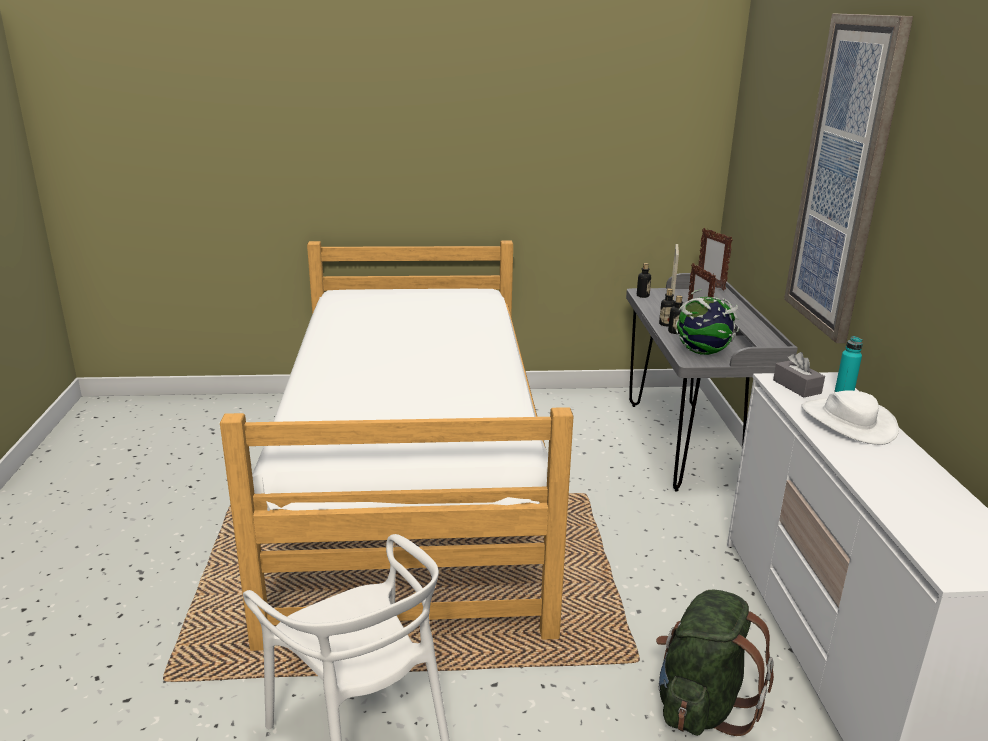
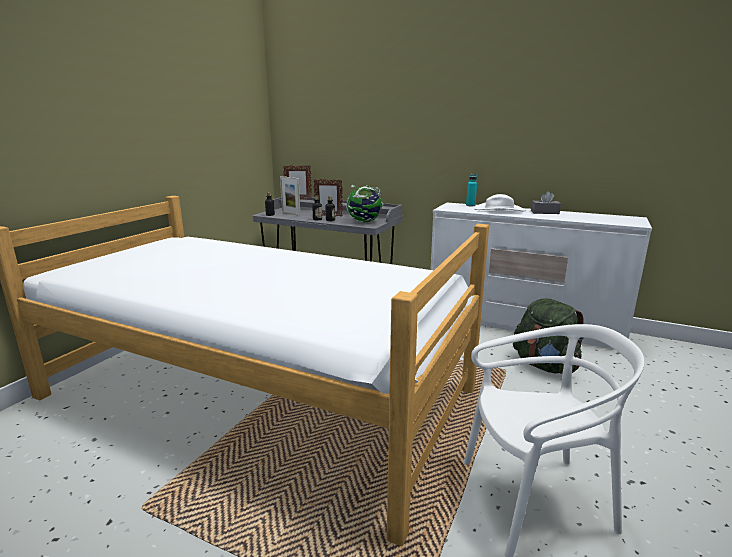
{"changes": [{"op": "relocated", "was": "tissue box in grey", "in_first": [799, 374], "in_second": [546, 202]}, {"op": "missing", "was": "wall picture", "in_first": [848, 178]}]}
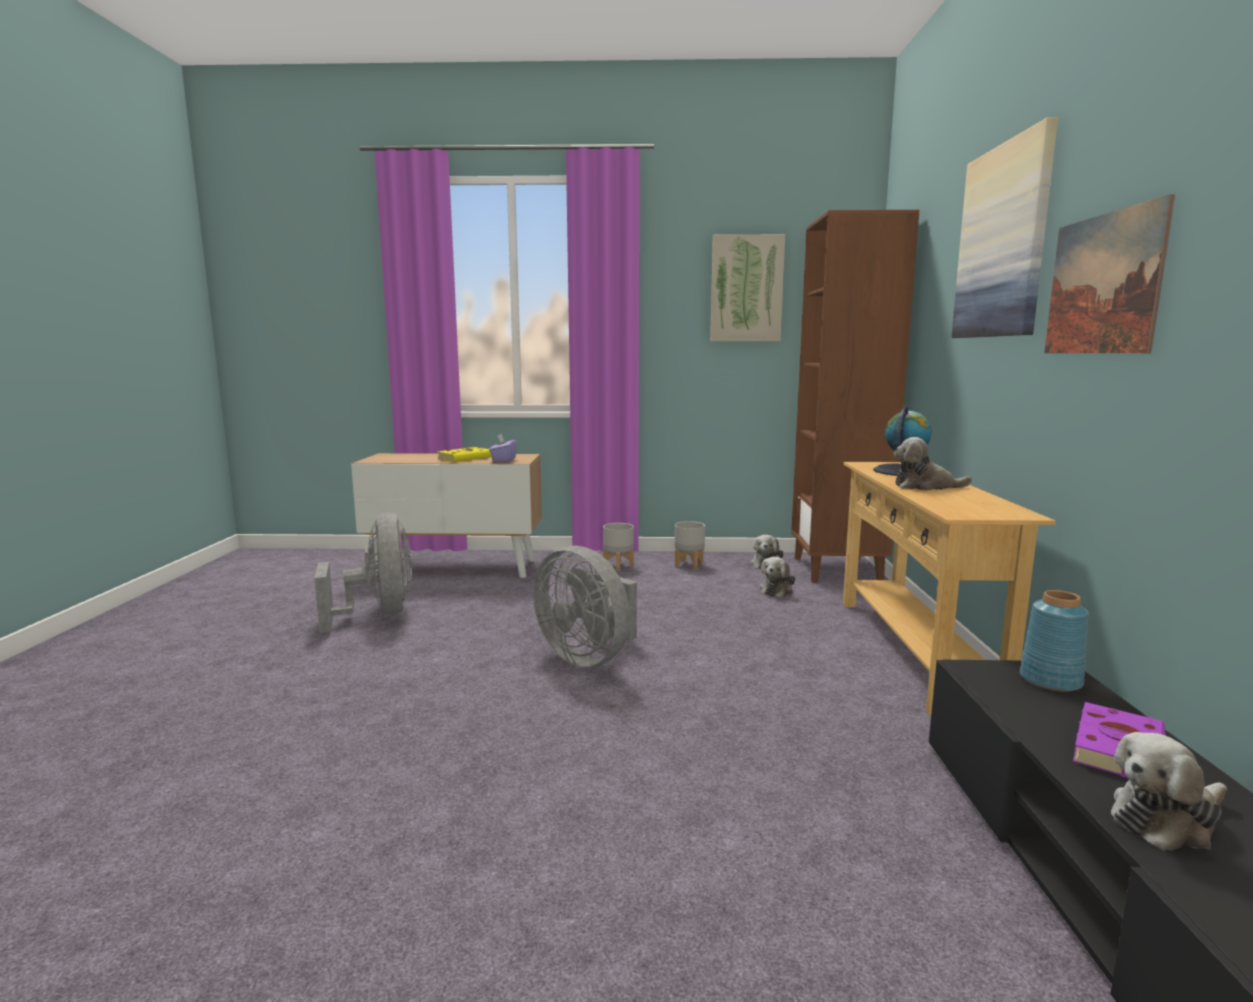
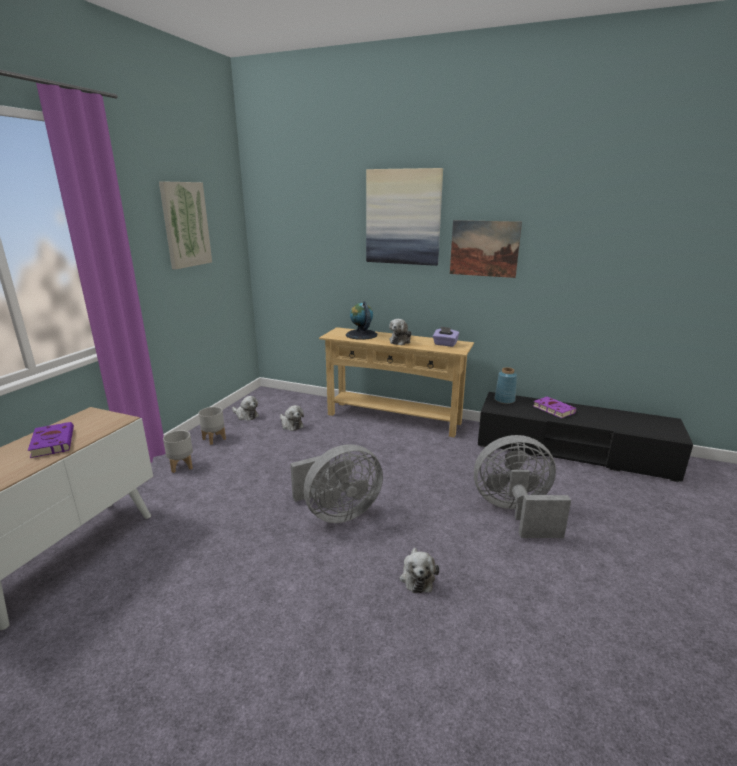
{"changes": [{"op": "relocated", "was": "cooling fan in grey", "in_first": [363, 573], "in_second": [522, 486]}, {"op": "colour", "was": "bound book in yellowish", "now": "bound book in purple", "in_first": [464, 454], "in_second": [51, 440]}, {"op": "relocated", "was": "tissue box in purple", "in_first": [503, 448], "in_second": [446, 337]}, {"op": "missing", "was": "shelving unit in brown", "in_first": [855, 396]}, {"op": "relocated", "was": "soft toy", "in_first": [1169, 791], "in_second": [419, 570]}]}
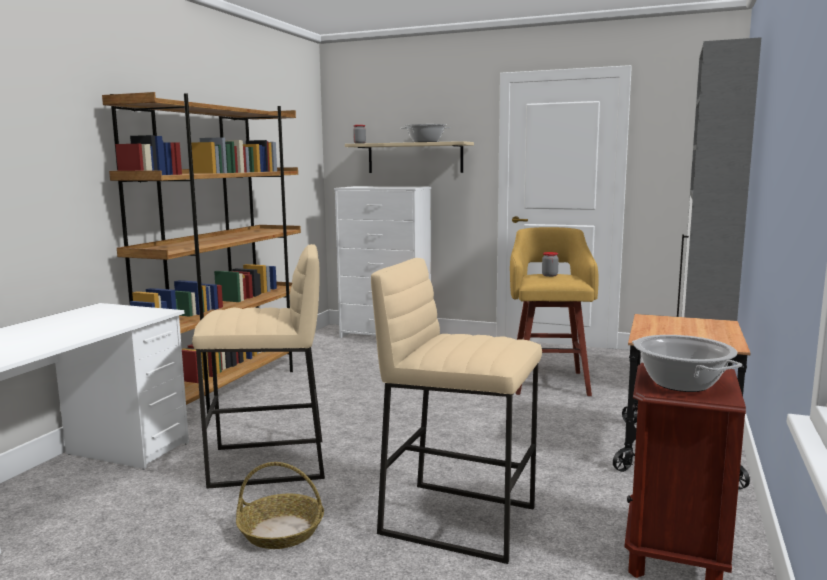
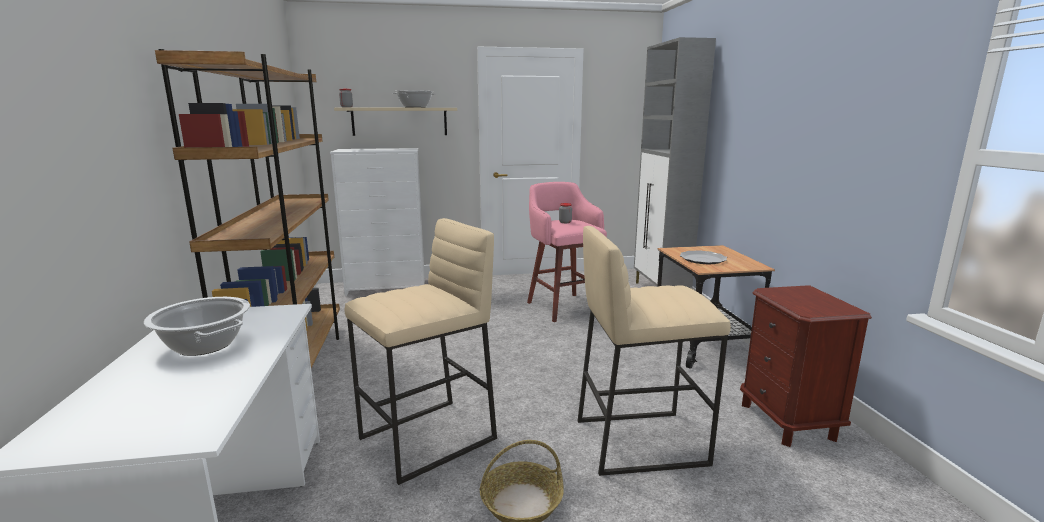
{"changes": [{"op": "colour", "was": "stool seat in yellowish", "now": "stool seat in pink-coloured", "in_first": [554, 311], "in_second": [567, 252]}, {"op": "relocated", "was": "saucepot", "in_first": [687, 363], "in_second": [197, 326]}, {"op": "appeared", "now": "flat dish", "in_second": [703, 257]}]}
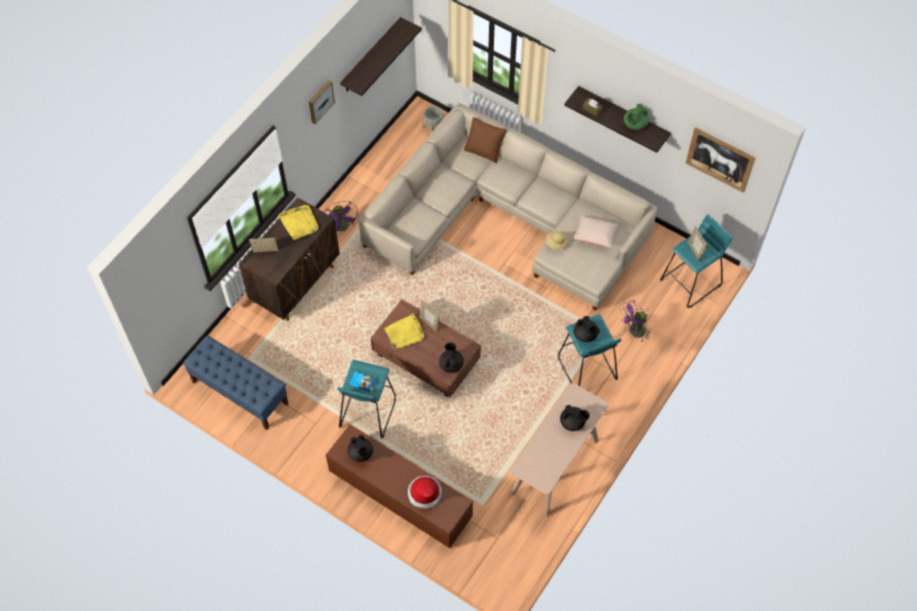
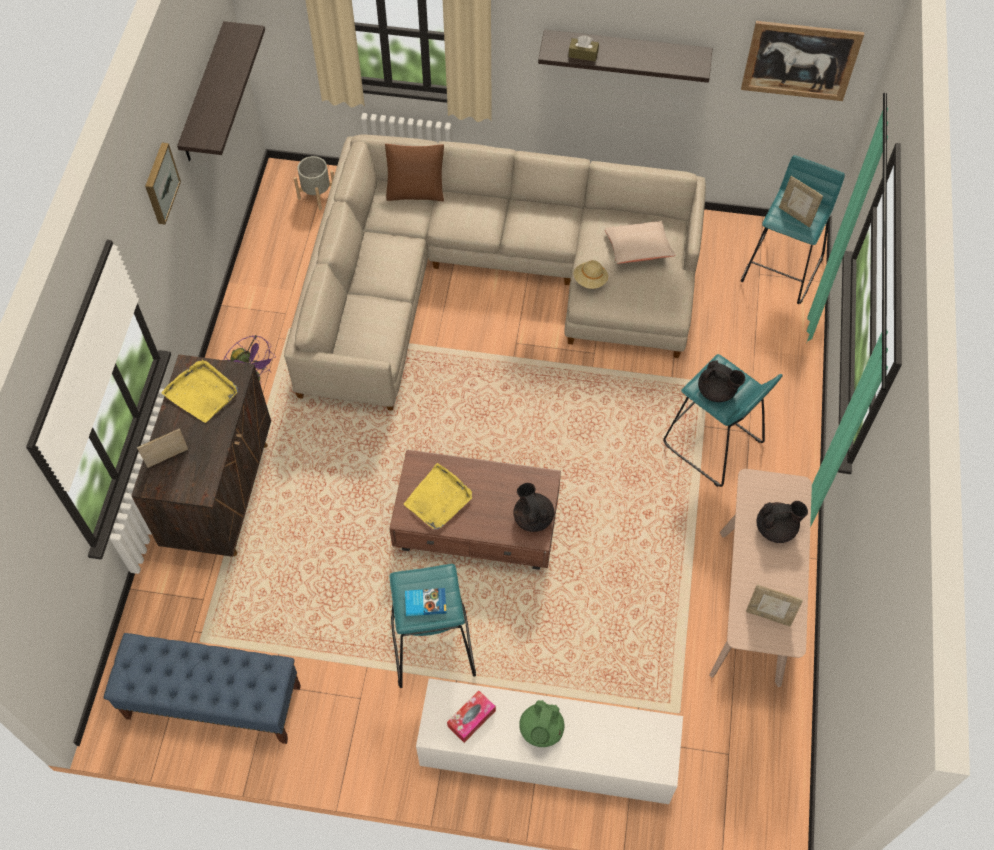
{"changes": [{"op": "colour", "was": "tv stand in brown", "now": "tv stand in white", "in_first": [399, 486], "in_second": [549, 741]}, {"op": "exchanged", "was": "tea pot in black", "now": "tissue box", "in_first": [360, 448], "in_second": [471, 717]}, {"op": "missing", "was": "wearable hat", "in_first": [425, 492]}, {"op": "relocated", "was": "picture frame", "in_first": [429, 316], "in_second": [774, 605]}, {"op": "missing", "was": "cooling fan in purple", "in_first": [636, 321]}, {"op": "relocated", "was": "tea pot in greenish", "in_first": [636, 117], "in_second": [541, 723]}]}
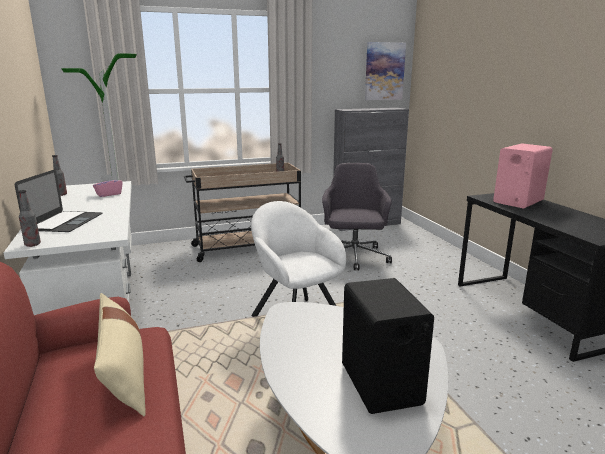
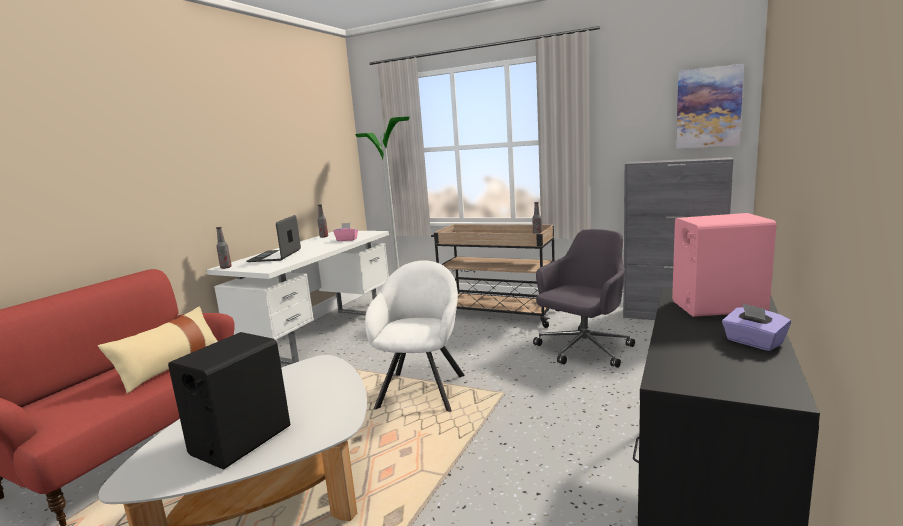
{"changes": [{"op": "spun", "was": "portable computer", "in_first": [58, 201], "in_second": [273, 238], "clockwise": 135}, {"op": "appeared", "now": "tissue box in purple", "in_second": [756, 327]}]}
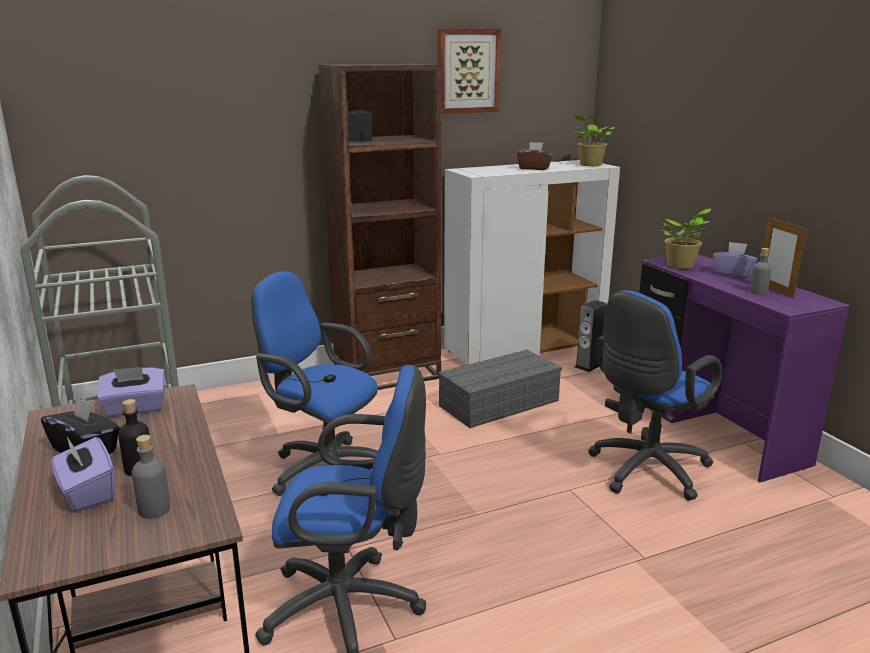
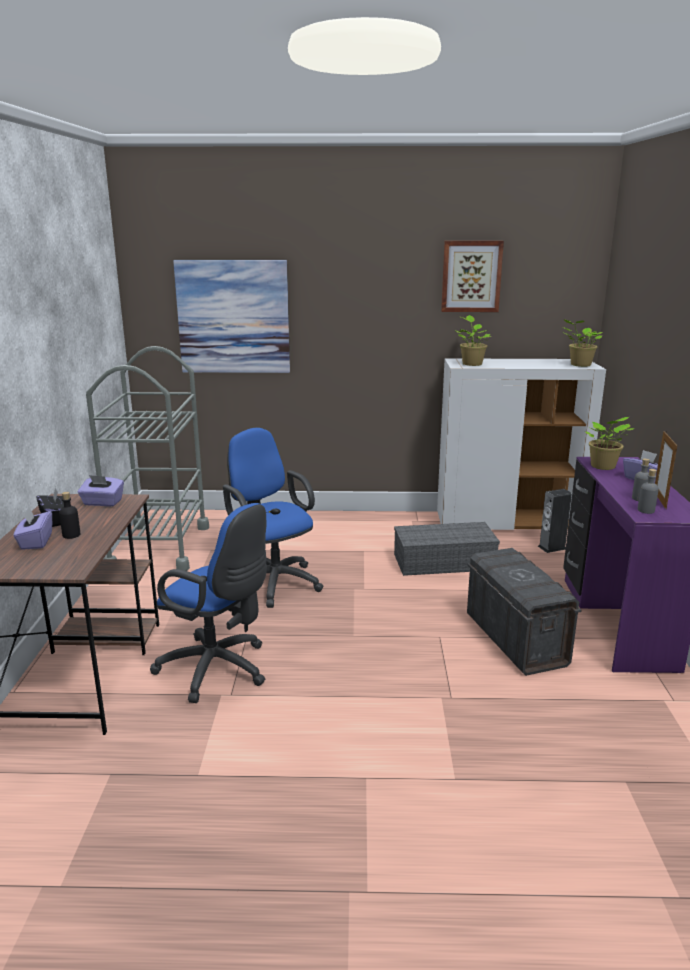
{"changes": [{"op": "relocated", "was": "bottle in grey", "in_first": [151, 477], "in_second": [648, 491]}, {"op": "missing", "was": "shelving unit in brown", "in_first": [380, 227]}, {"op": "missing", "was": "tissue box in brown", "in_first": [535, 156]}, {"op": "exchanged", "was": "office chair in bluish", "now": "storage box in grey", "in_first": [655, 395], "in_second": [524, 612]}, {"op": "appeared", "now": "wall picture", "in_second": [231, 316]}, {"op": "appeared", "now": "houseplant", "in_second": [472, 340]}]}
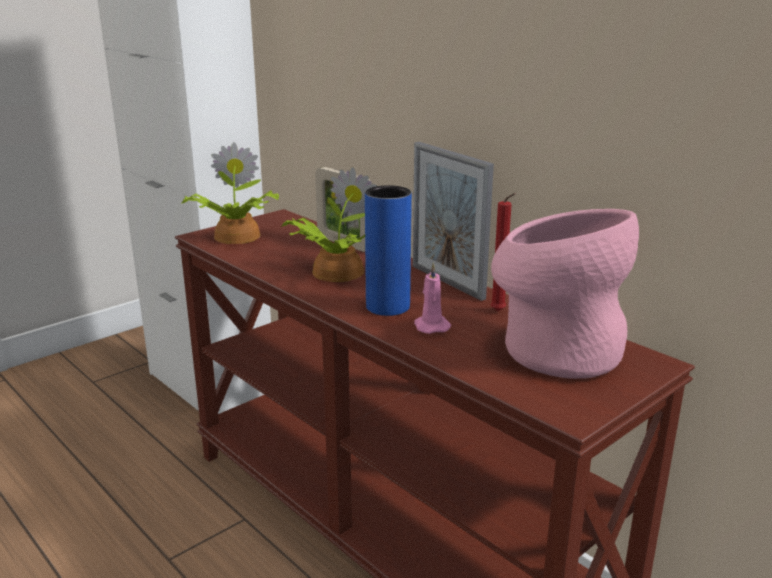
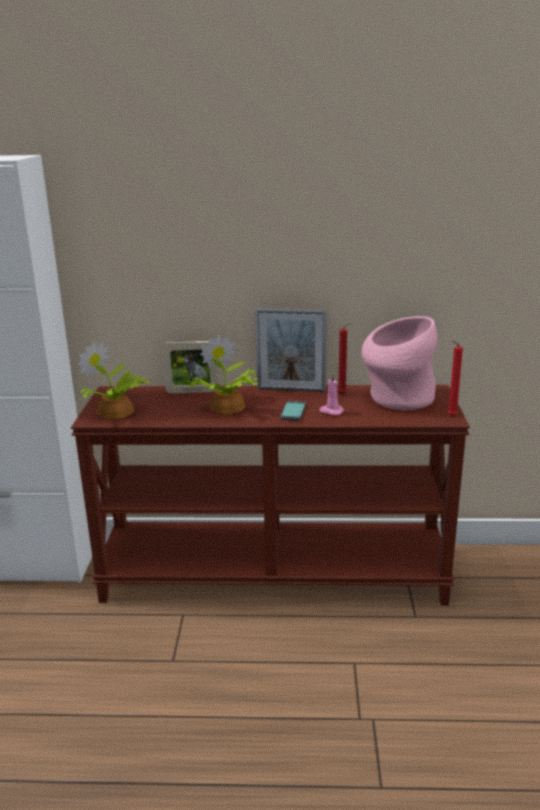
{"changes": [{"op": "exchanged", "was": "vase in bluish", "now": "telephone", "in_first": [388, 250], "in_second": [293, 411]}, {"op": "appeared", "now": "candle in red", "in_second": [455, 378]}]}
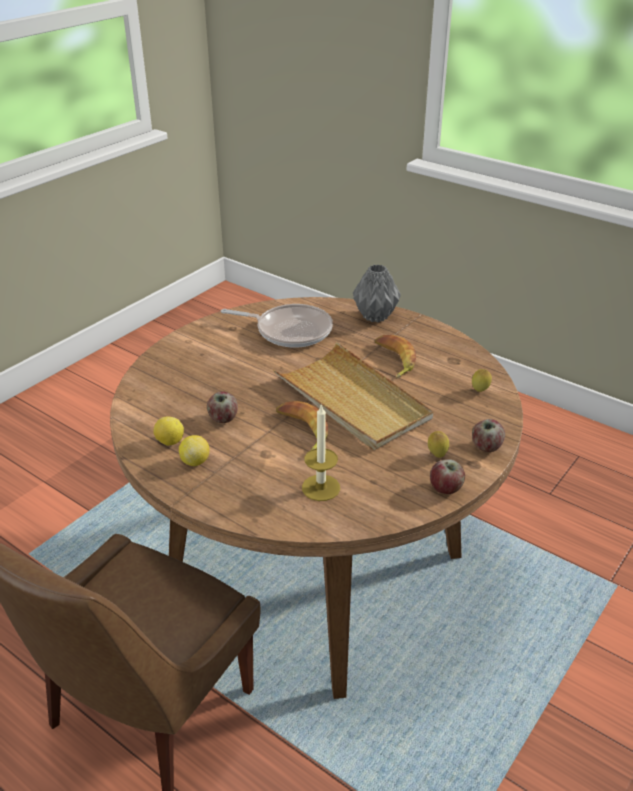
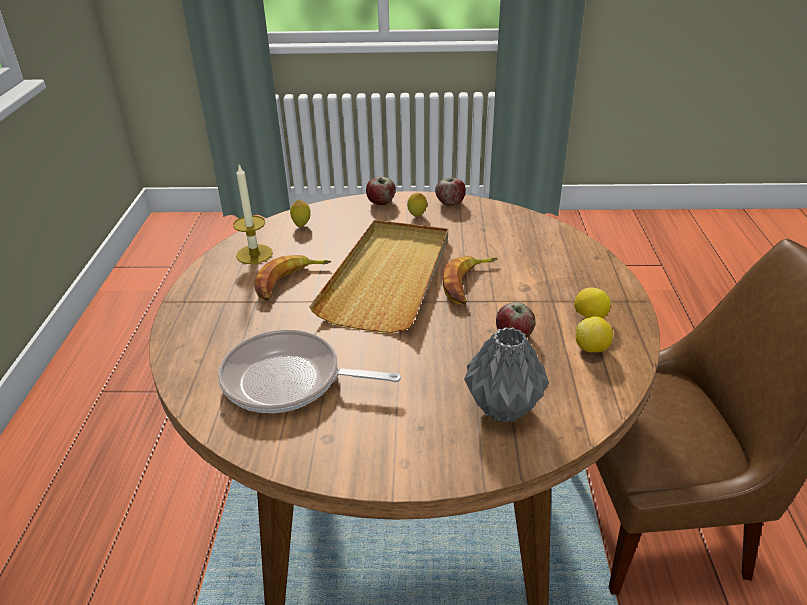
{"changes": [{"op": "spun", "was": "pan", "in_first": [277, 326], "in_second": [309, 371], "clockwise": -60}, {"op": "relocated", "was": "candle", "in_first": [321, 452], "in_second": [253, 214]}, {"op": "relocated", "was": "vase in grey", "in_first": [377, 293], "in_second": [506, 375]}]}
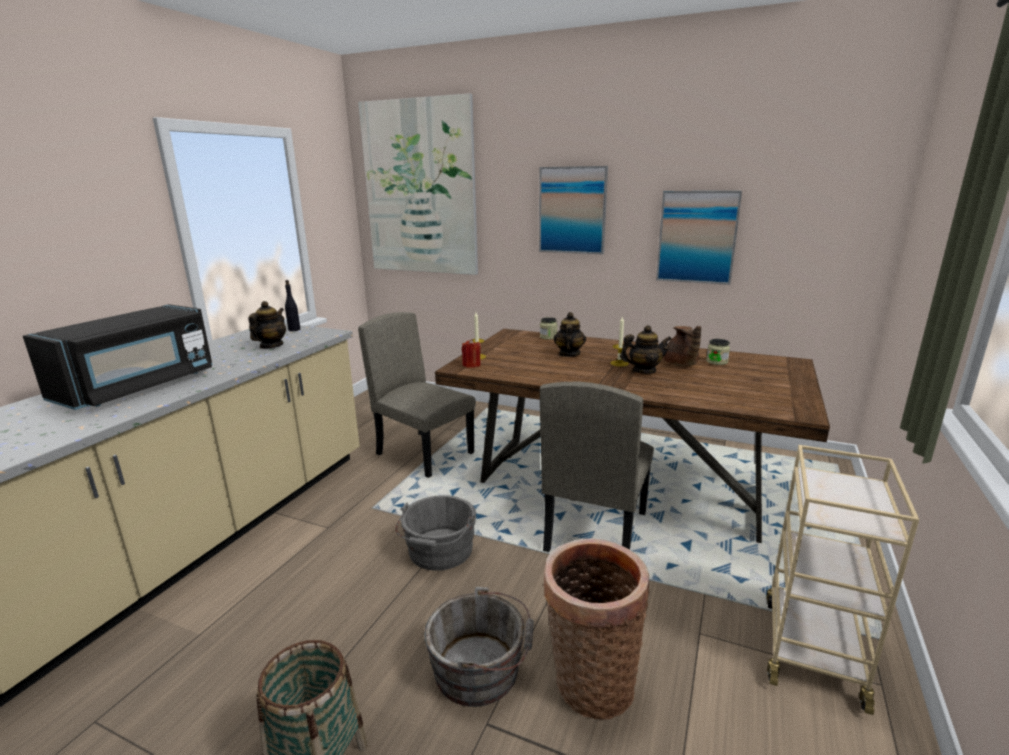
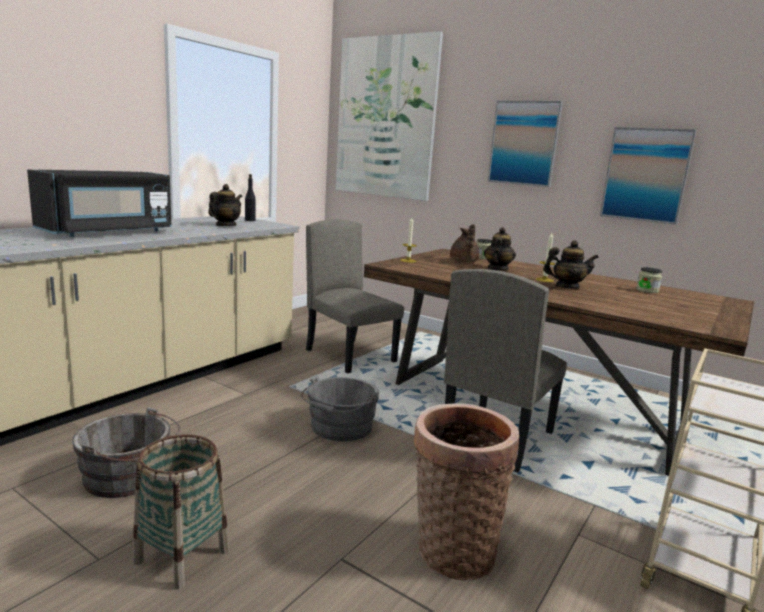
{"changes": [{"op": "relocated", "was": "pail in grey", "in_first": [479, 647], "in_second": [126, 452]}, {"op": "missing", "was": "candle in red", "in_first": [471, 353]}, {"op": "relocated", "was": "tea pot in brown", "in_first": [682, 346], "in_second": [464, 243]}]}
